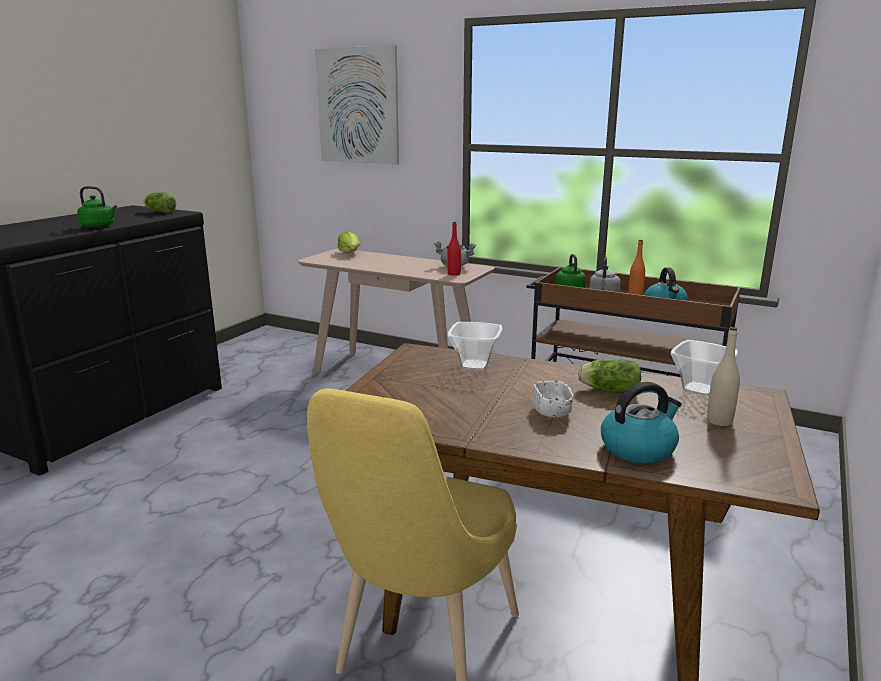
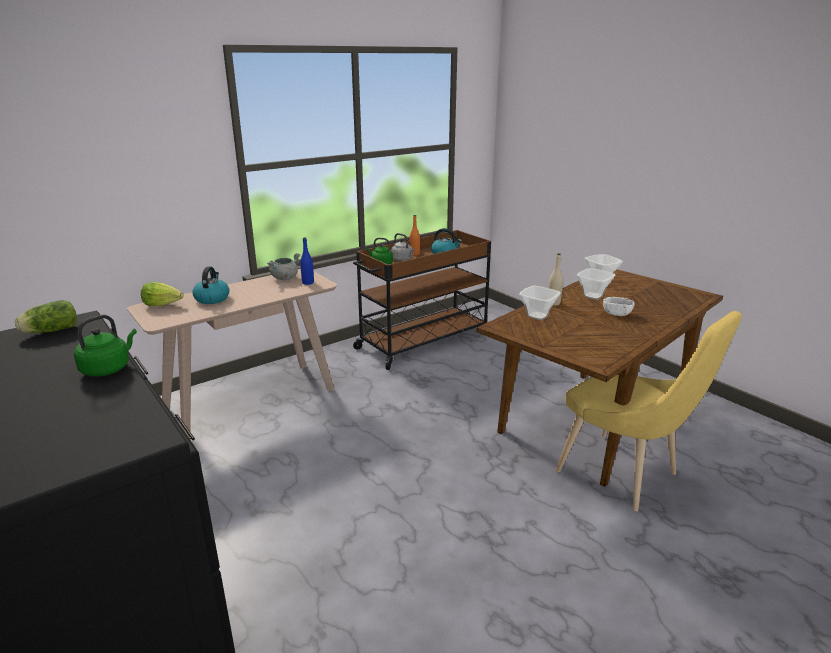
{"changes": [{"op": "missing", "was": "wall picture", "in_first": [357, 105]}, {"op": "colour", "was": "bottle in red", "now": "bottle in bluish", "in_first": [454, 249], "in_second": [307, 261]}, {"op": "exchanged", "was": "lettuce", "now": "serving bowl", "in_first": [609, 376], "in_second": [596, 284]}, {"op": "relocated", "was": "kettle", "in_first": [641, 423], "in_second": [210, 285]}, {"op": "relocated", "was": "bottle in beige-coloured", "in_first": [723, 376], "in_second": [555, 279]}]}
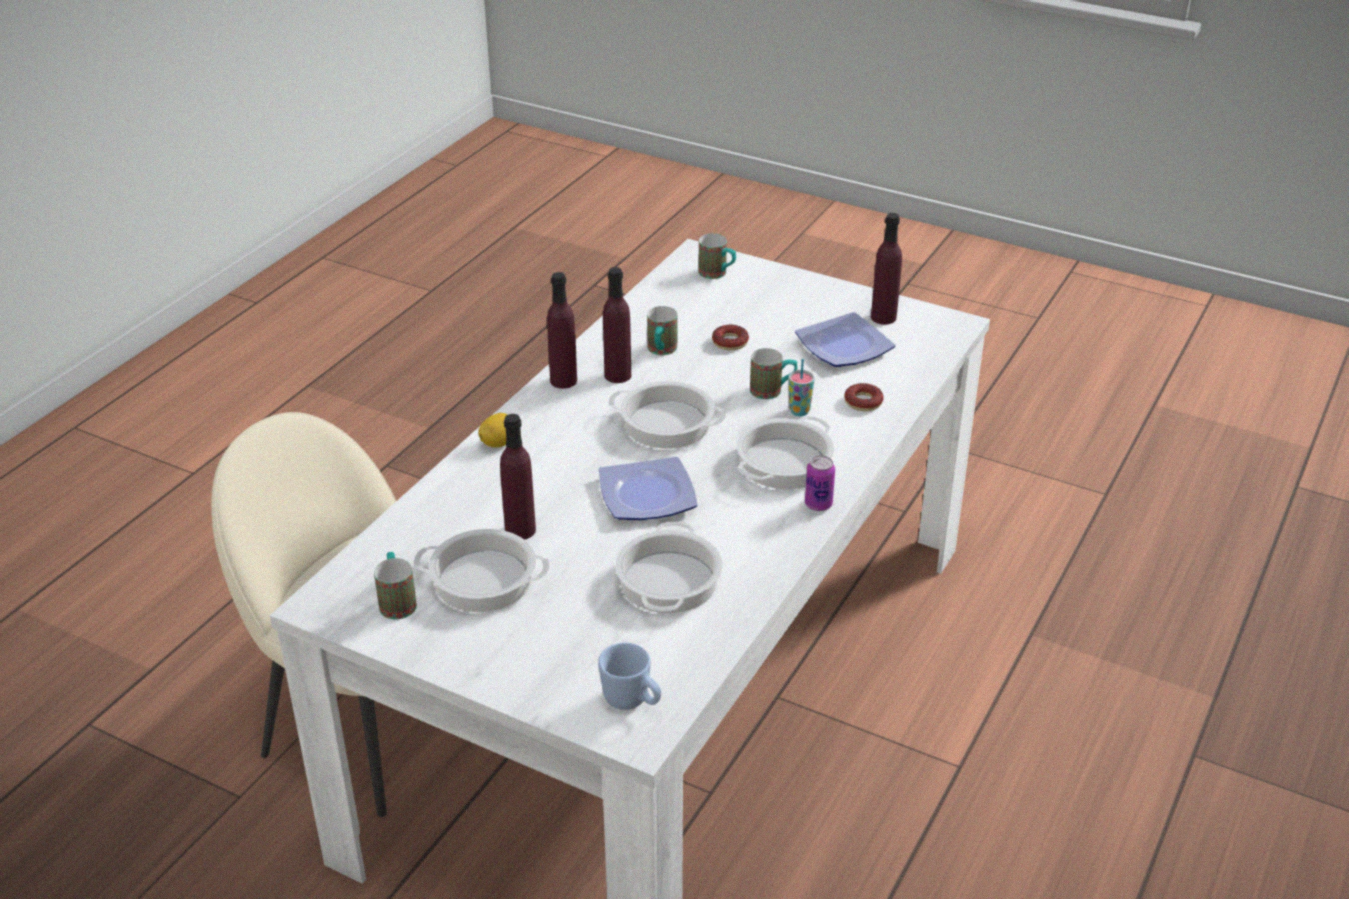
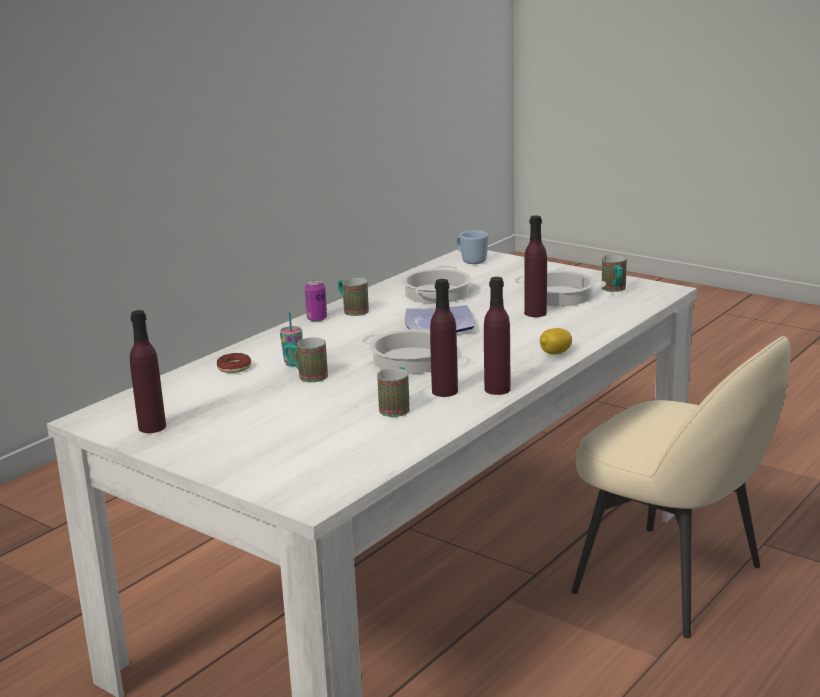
{"changes": [{"op": "relocated", "was": "tea mug", "in_first": [717, 256], "in_second": [353, 296]}, {"op": "missing", "was": "doughnut", "in_first": [730, 337]}, {"op": "missing", "was": "saucepot", "in_first": [785, 452]}, {"op": "missing", "was": "flat dish", "in_first": [845, 339]}]}
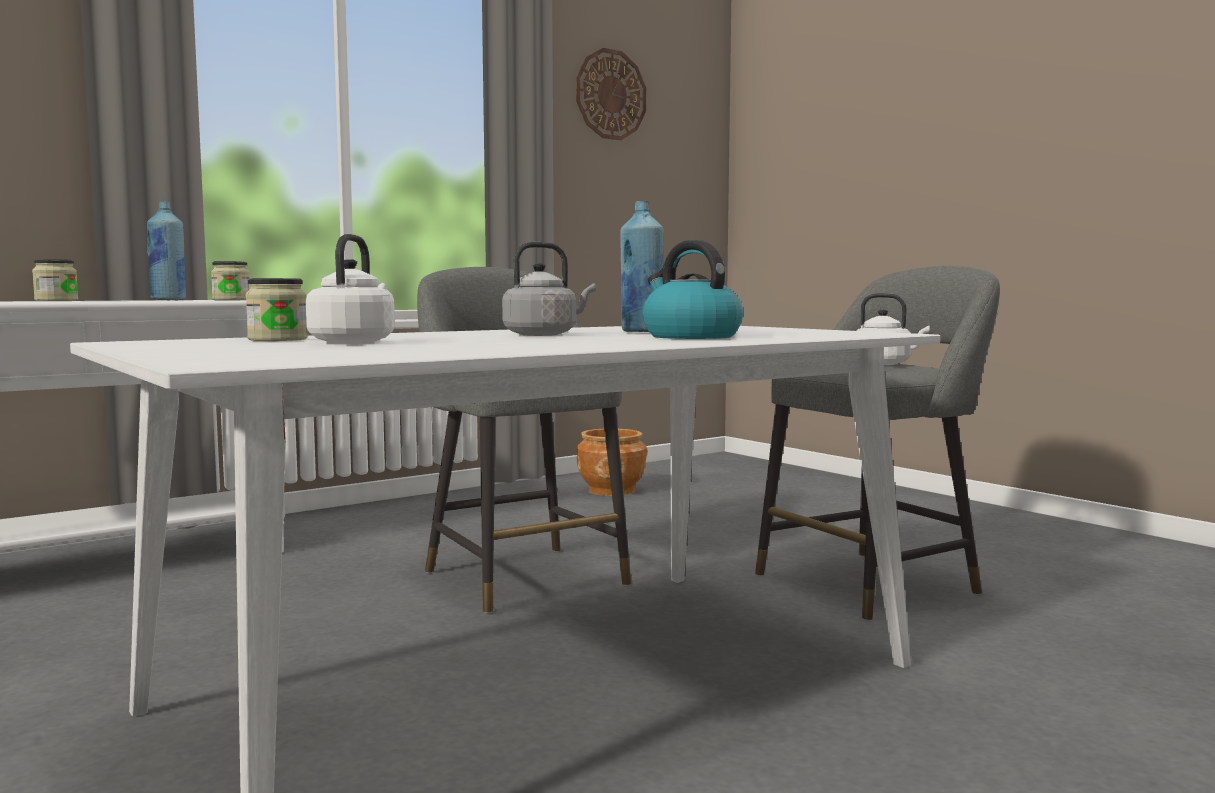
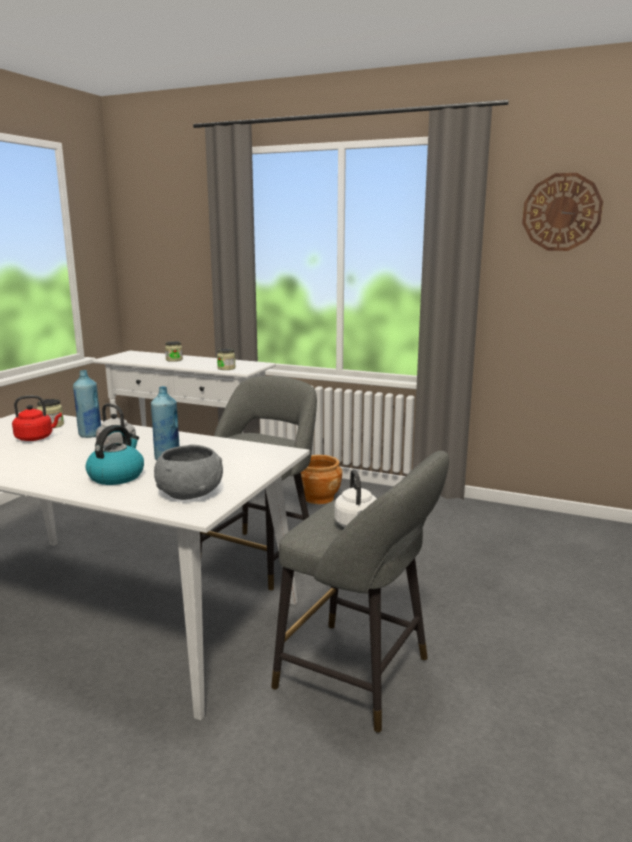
{"changes": [{"op": "relocated", "was": "bottle in bluish", "in_first": [166, 251], "in_second": [87, 404]}, {"op": "colour", "was": "kettle in white", "now": "kettle in red", "in_first": [350, 289], "in_second": [37, 418]}, {"op": "relocated", "was": "flower pot in brown", "in_first": [612, 462], "in_second": [321, 479]}, {"op": "appeared", "now": "serving bowl in grey", "in_second": [188, 472]}]}
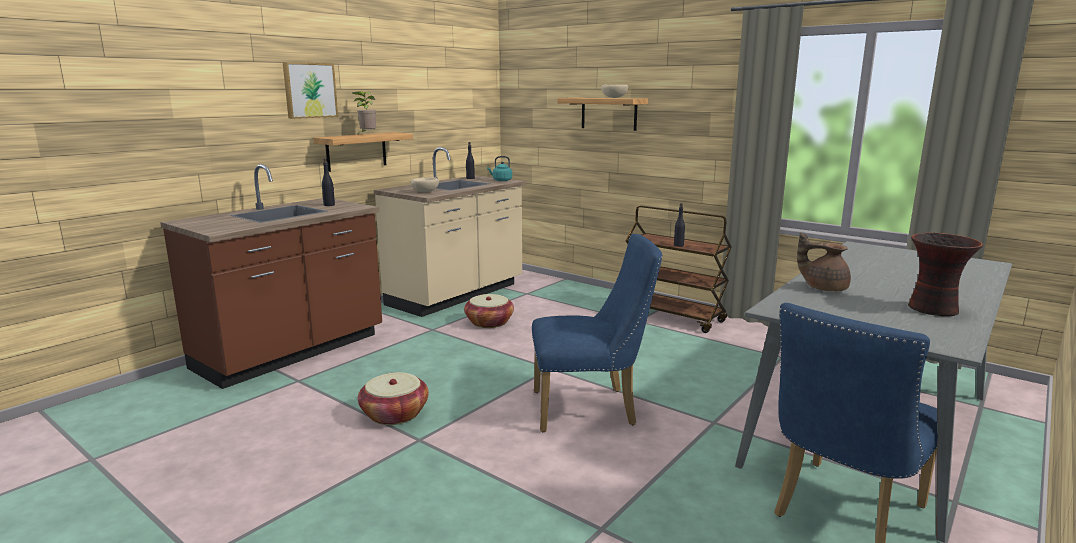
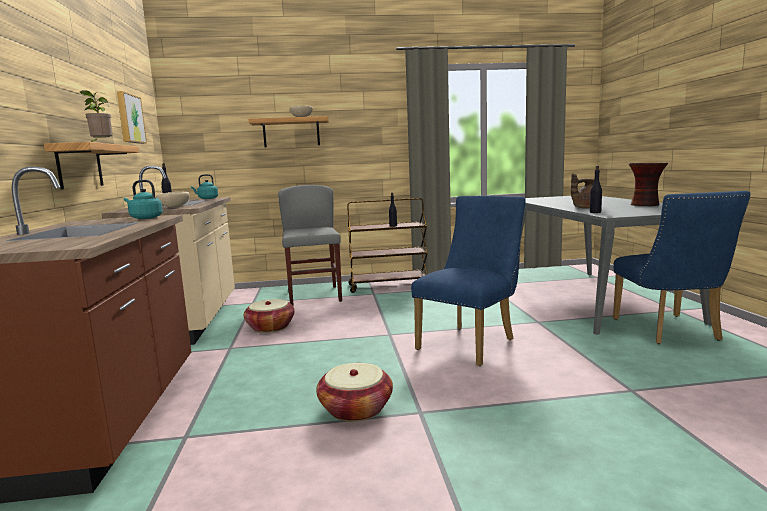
{"changes": [{"op": "relocated", "was": "wall picture", "in_first": [310, 90], "in_second": [132, 117]}, {"op": "relocated", "was": "bottle in black", "in_first": [328, 182], "in_second": [596, 189]}, {"op": "appeared", "now": "kettle in turquoise", "in_second": [143, 199]}, {"op": "appeared", "now": "chair in grey", "in_second": [310, 245]}]}
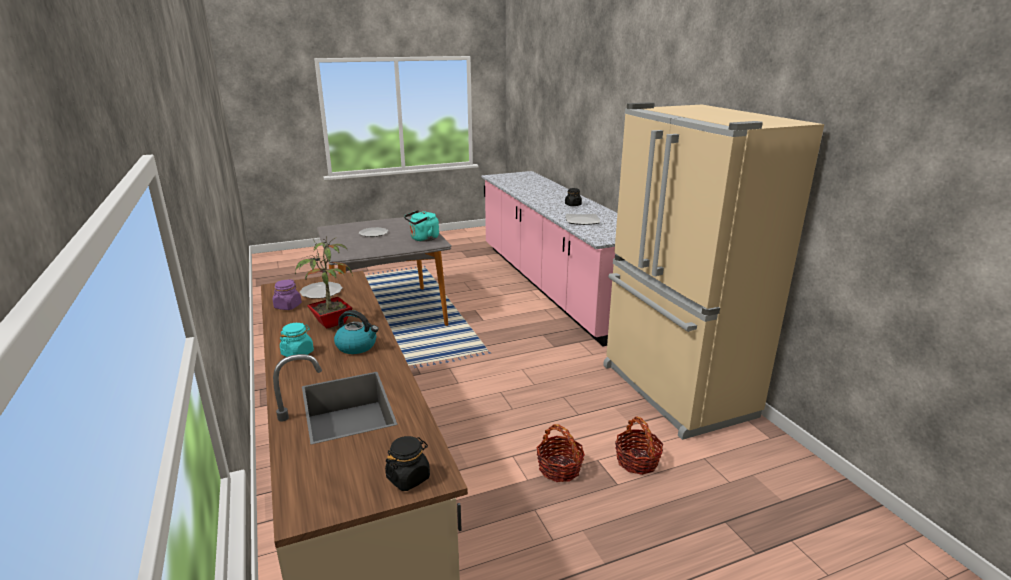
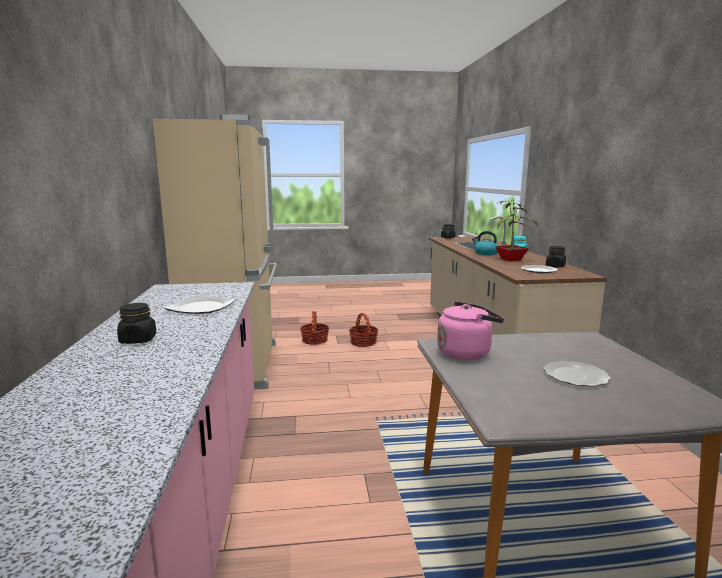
{"changes": [{"op": "colour", "was": "preserve jar in purple", "now": "preserve jar in black", "in_first": [287, 294], "in_second": [556, 256]}, {"op": "colour", "was": "kettle in turquoise", "now": "kettle in pink-coloured", "in_first": [421, 226], "in_second": [470, 331]}]}
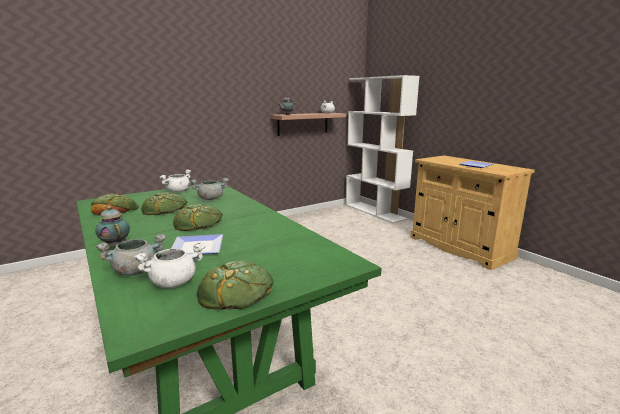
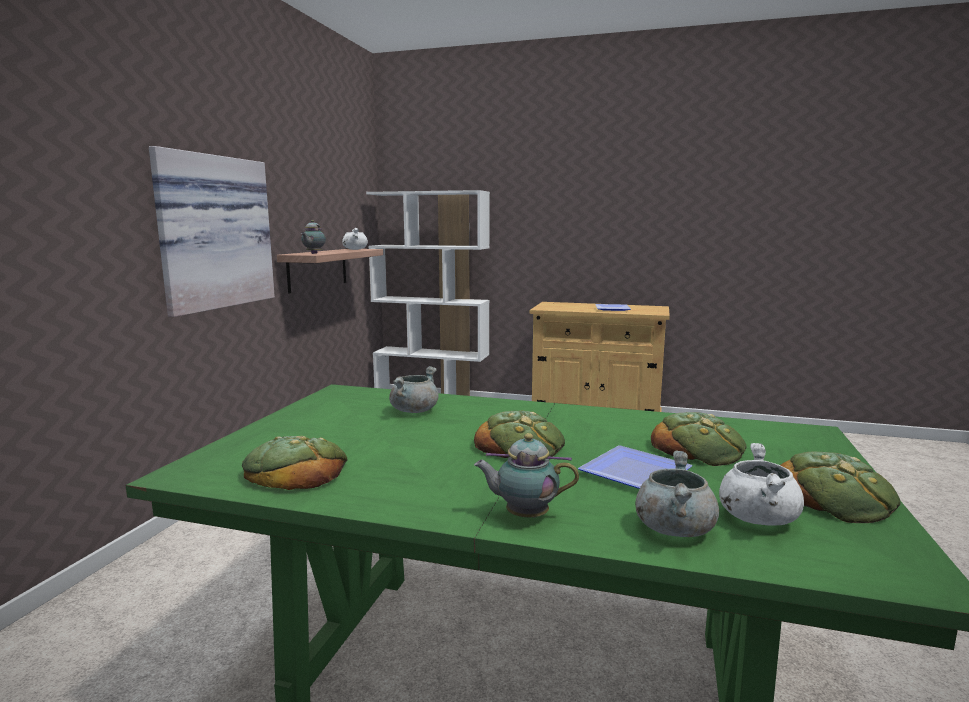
{"changes": [{"op": "relocated", "was": "bakery bread", "in_first": [164, 203], "in_second": [699, 439]}, {"op": "missing", "was": "saucepot in white", "in_first": [175, 180]}, {"op": "appeared", "now": "wall picture", "in_second": [212, 231]}]}
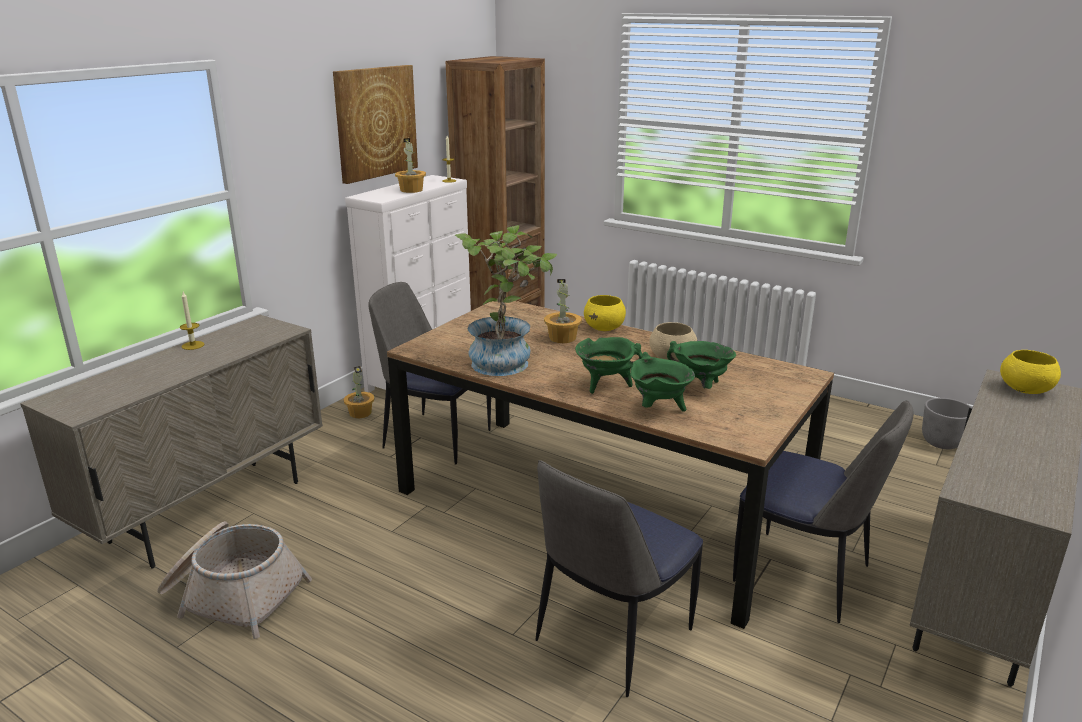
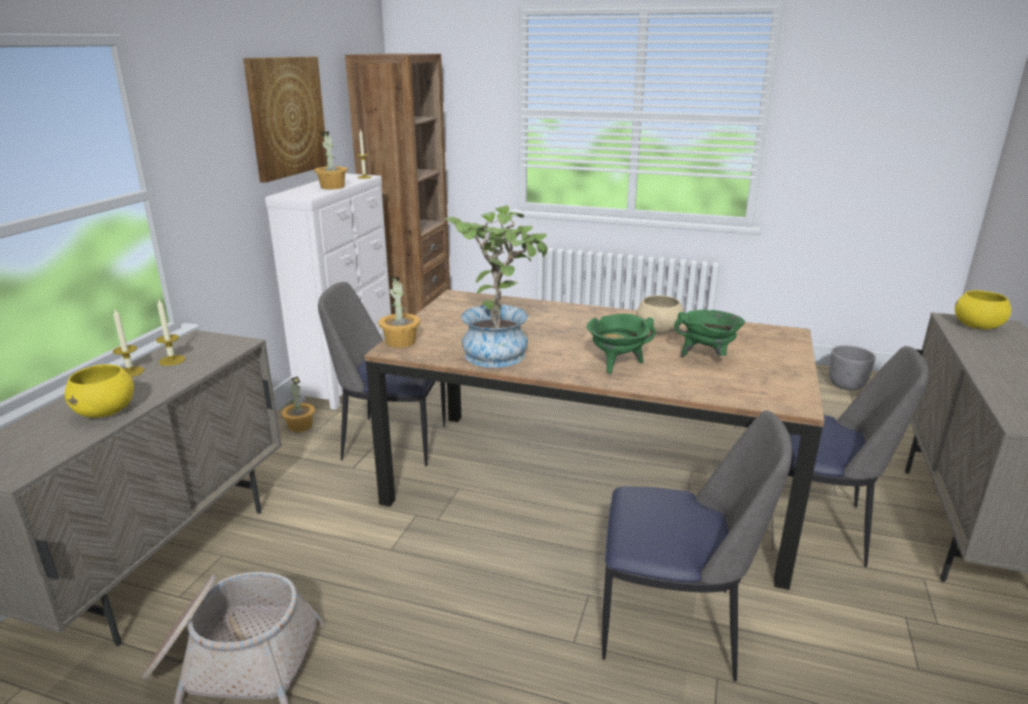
{"changes": [{"op": "spun", "was": "chair", "in_first": [619, 578], "in_second": [697, 546], "clockwise": -105}, {"op": "relocated", "was": "houseplant", "in_first": [563, 311], "in_second": [399, 312]}, {"op": "relocated", "was": "serving bowl in yellowish", "in_first": [605, 313], "in_second": [99, 391]}, {"op": "missing", "was": "saucepot in greenish", "in_first": [662, 382]}, {"op": "appeared", "now": "candle", "in_second": [171, 332]}]}
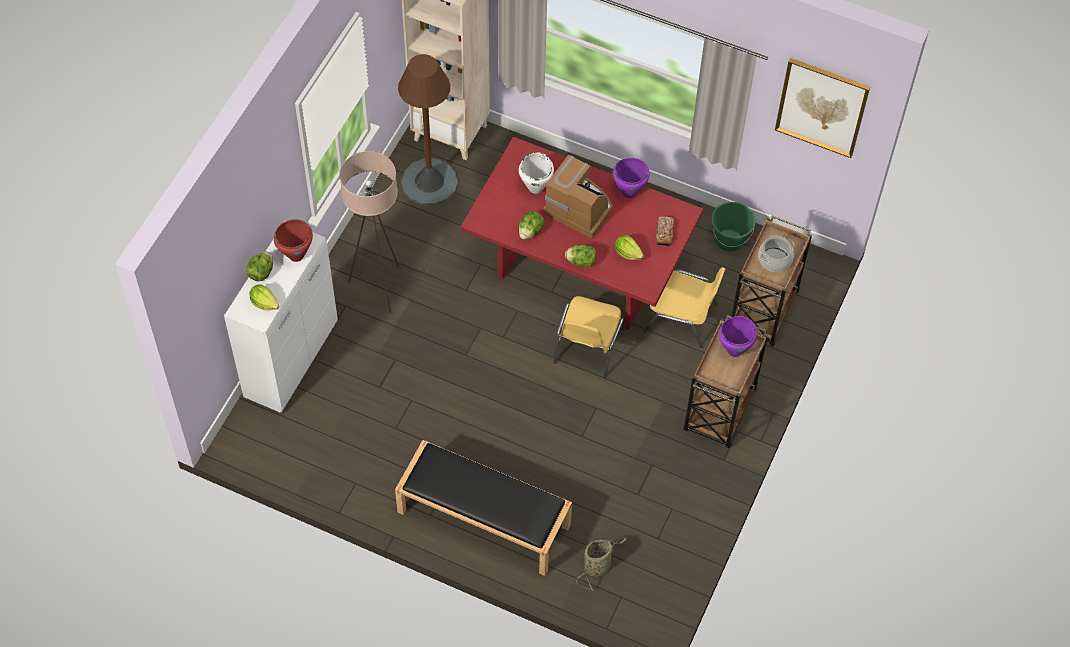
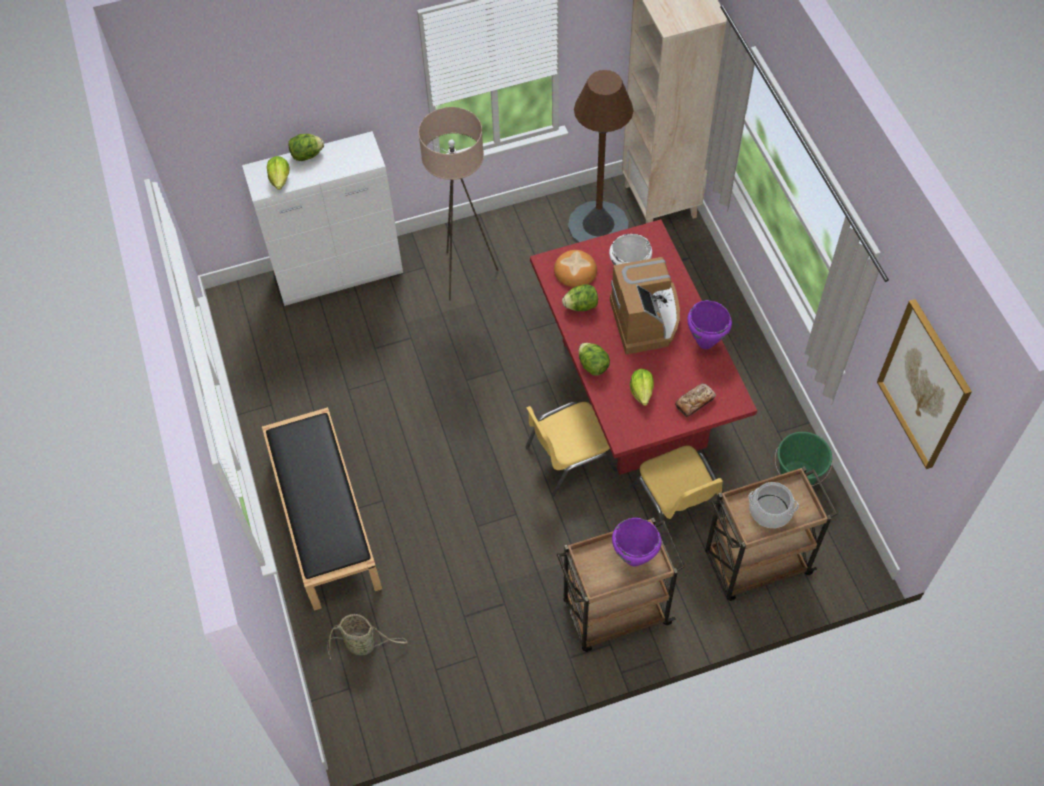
{"changes": [{"op": "missing", "was": "saucepot in red", "in_first": [293, 240]}, {"op": "appeared", "now": "bakery bread", "in_second": [575, 269]}]}
